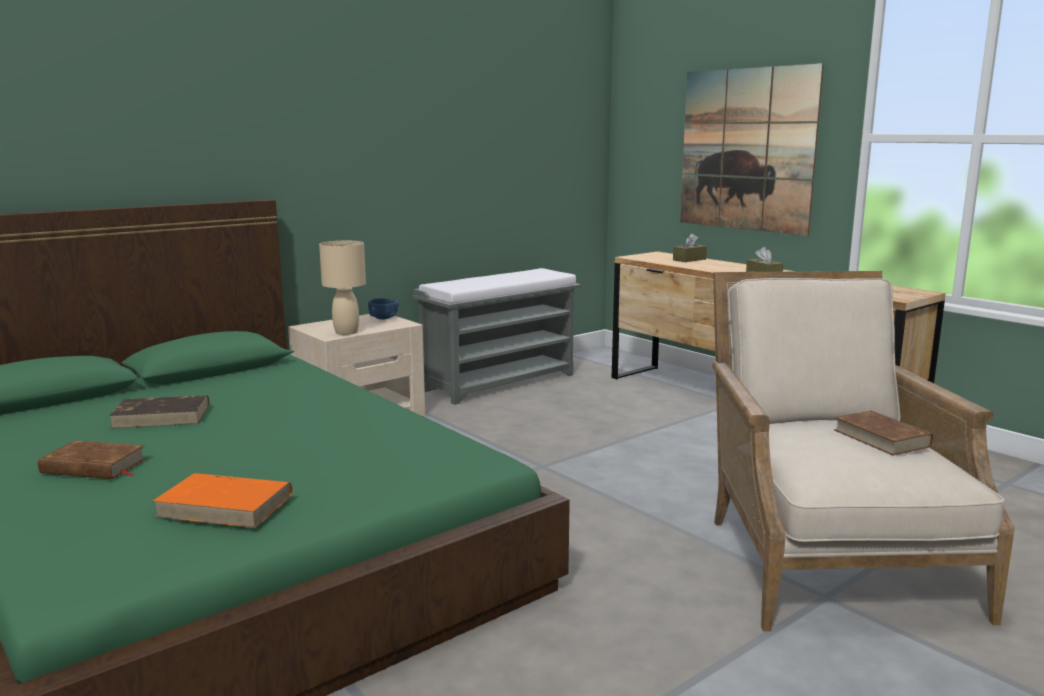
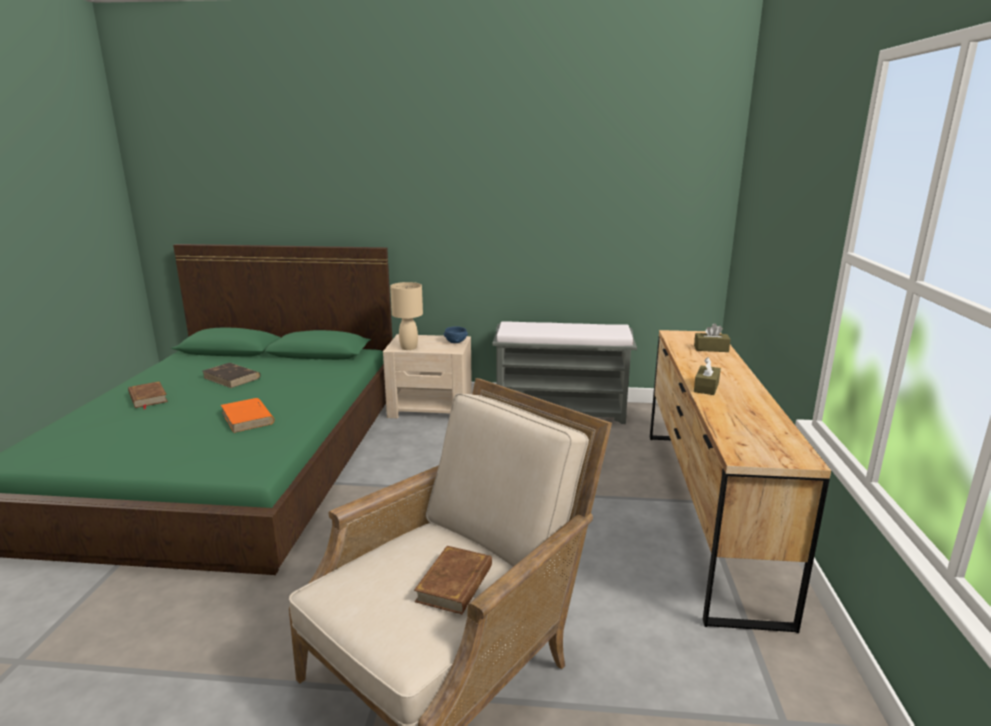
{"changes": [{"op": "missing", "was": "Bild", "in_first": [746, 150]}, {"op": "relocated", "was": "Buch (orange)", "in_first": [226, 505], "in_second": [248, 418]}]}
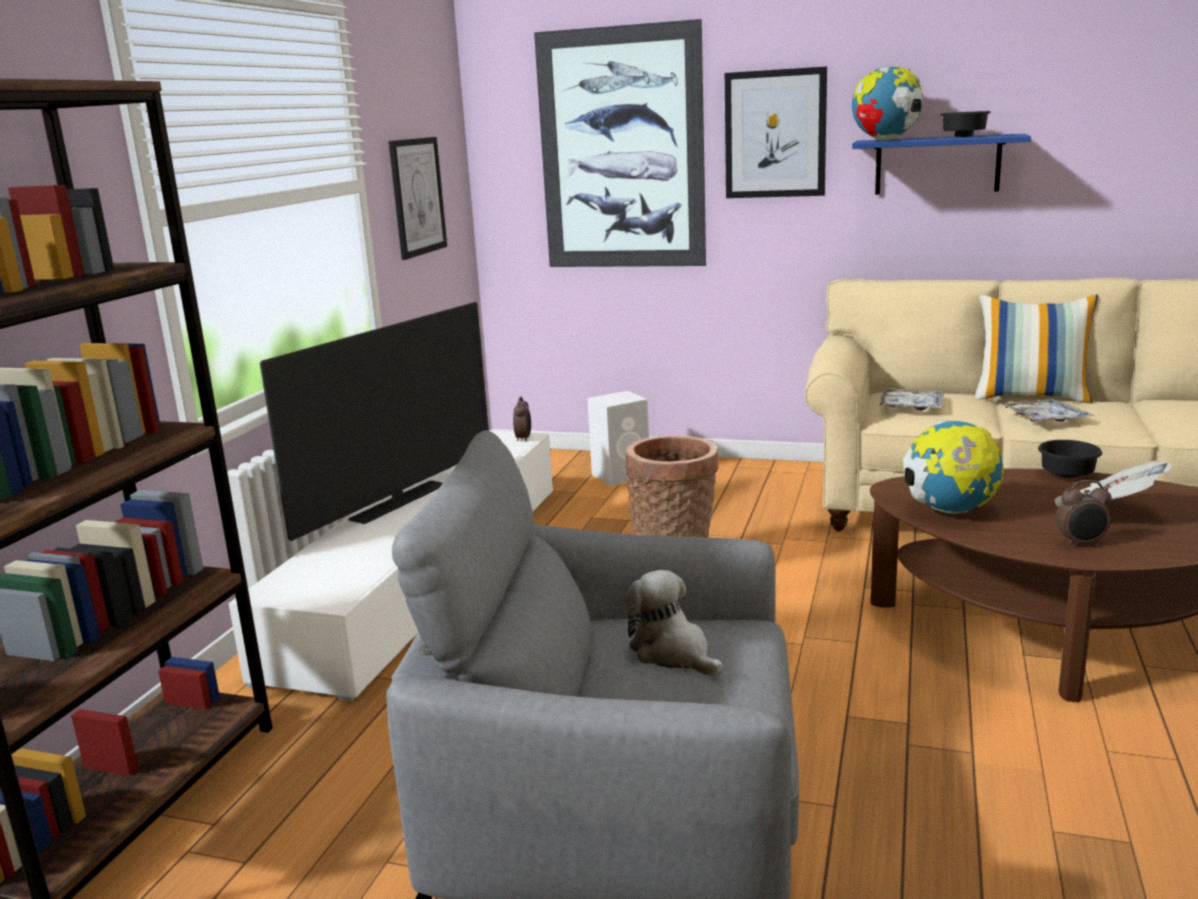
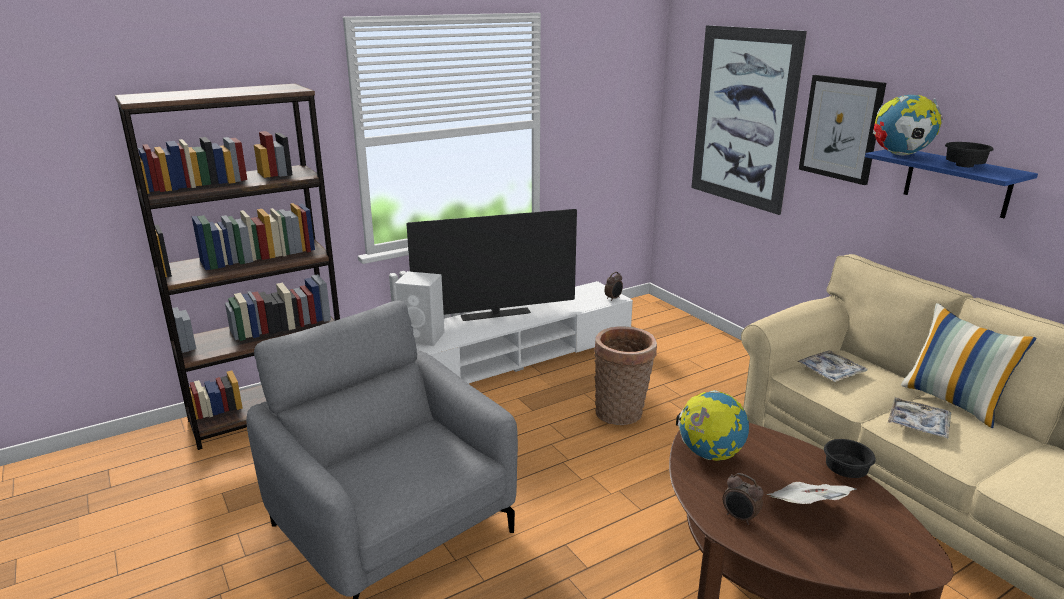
{"changes": [{"op": "missing", "was": "Bild", "in_first": [417, 196]}, {"op": "missing", "was": "Plüschtier", "in_first": [673, 653]}, {"op": "relocated", "was": "Lautsprecher (weiß)", "in_first": [622, 475], "in_second": [423, 337]}]}
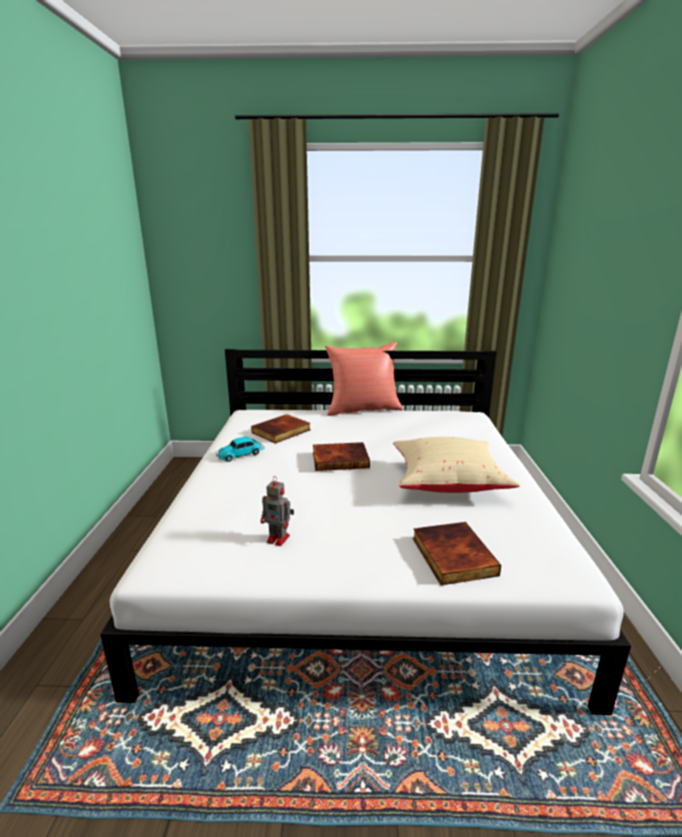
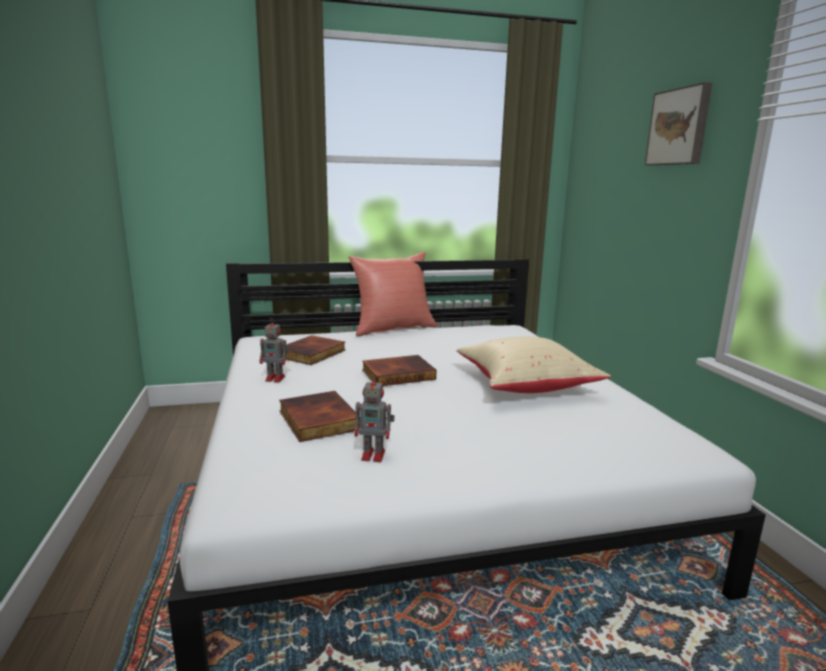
{"changes": [{"op": "appeared", "now": "Bild", "in_second": [679, 127]}, {"op": "relocated", "was": "Buch", "in_first": [451, 556], "in_second": [317, 420]}, {"op": "exchanged", "was": "Spielzeugauto", "now": "Spielzeugroboter", "in_first": [241, 454], "in_second": [276, 378]}]}
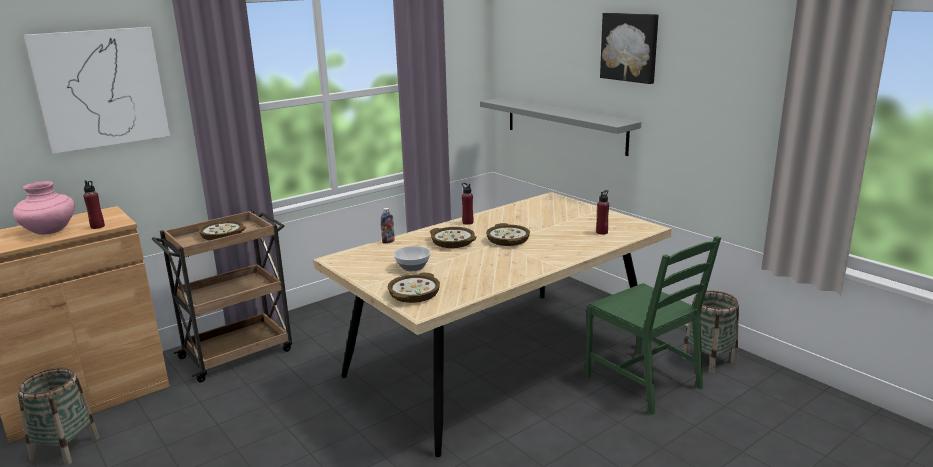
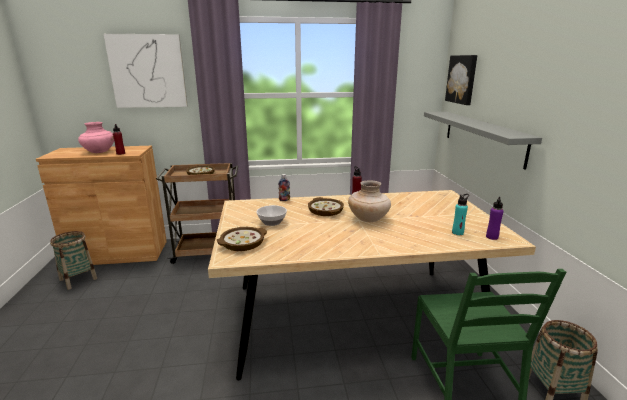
{"changes": [{"op": "appeared", "now": "Flasche (lila)", "in_second": [492, 237]}, {"op": "relocated", "was": "Bild", "in_first": [630, 47], "in_second": [462, 79]}, {"op": "exchanged", "was": "Schüssel", "now": "Vase (beige)", "in_first": [508, 239], "in_second": [368, 219]}, {"op": "colour", "was": "Flasche (rot)", "now": "Flasche (türkis)", "in_first": [602, 232], "in_second": [457, 233]}]}
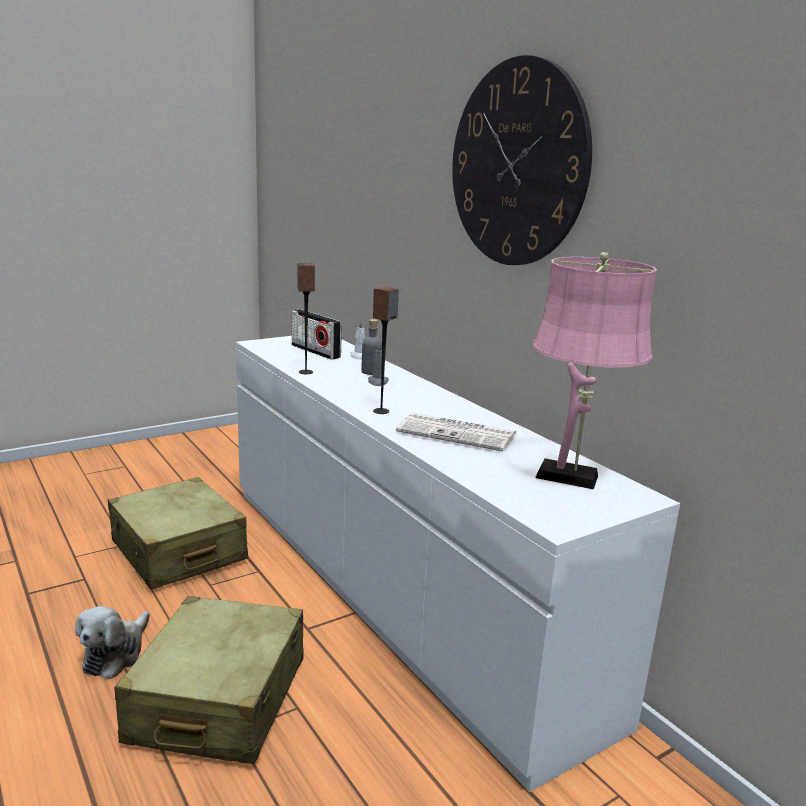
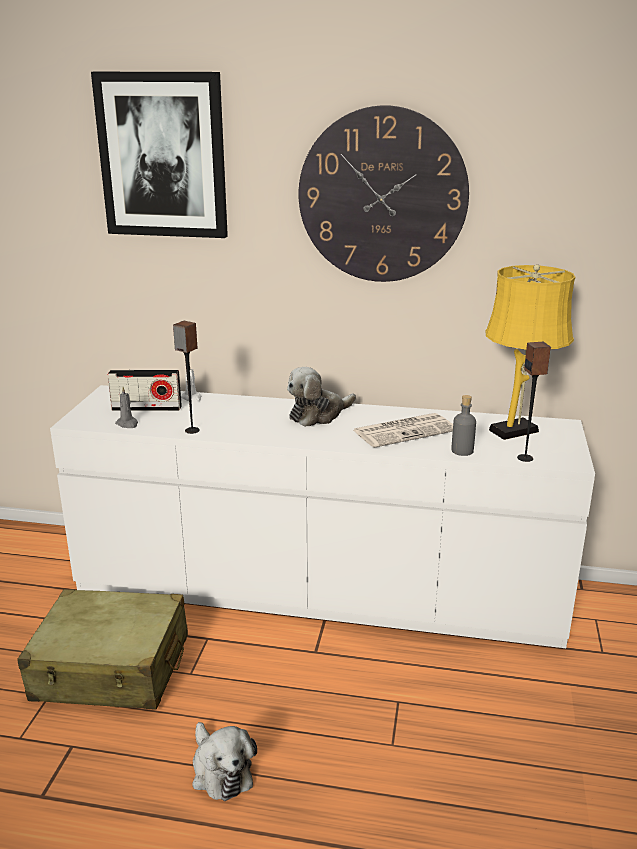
{"changes": [{"op": "missing", "was": "Koffer (beige)", "in_first": [218, 700]}, {"op": "appeared", "now": "Bild", "in_second": [163, 156]}, {"op": "appeared", "now": "Plüschtier", "in_second": [318, 415]}, {"op": "relocated", "was": "Flasche (grau)", "in_first": [371, 372], "in_second": [462, 451]}, {"op": "relocated", "was": "Kerze (grau)", "in_first": [378, 382], "in_second": [127, 424]}, {"op": "relocated", "was": "Lautsprecher", "in_first": [381, 411], "in_second": [525, 458]}, {"op": "colour", "was": "Tischlampe (rosa)", "now": "Tischlampe (gelb)", "in_first": [573, 478], "in_second": [517, 430]}]}
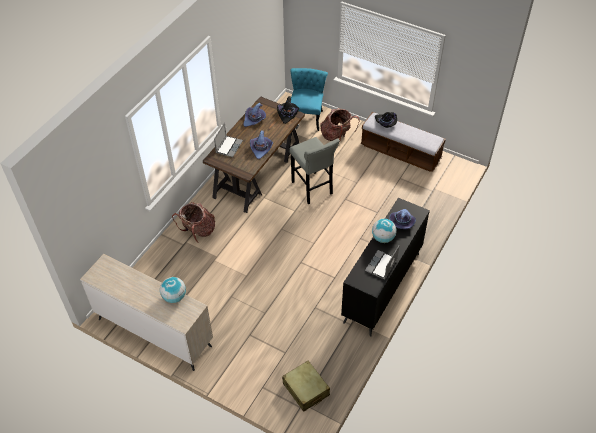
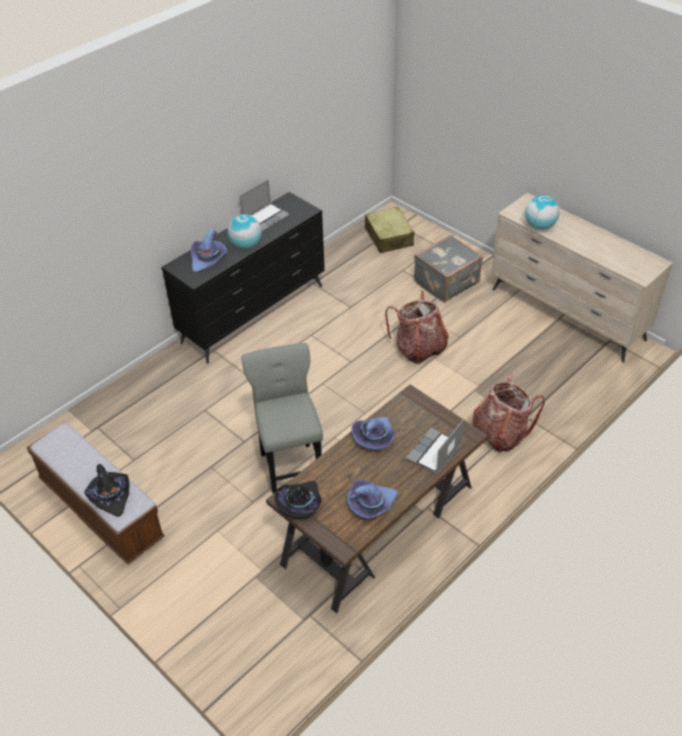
{"changes": [{"op": "missing", "was": "Stuhl (türkis)", "in_first": [306, 116]}, {"op": "appeared", "now": "Koffer (grau)", "in_second": [447, 283]}, {"op": "relocated", "was": "Rucksack", "in_first": [337, 136], "in_second": [418, 348]}]}
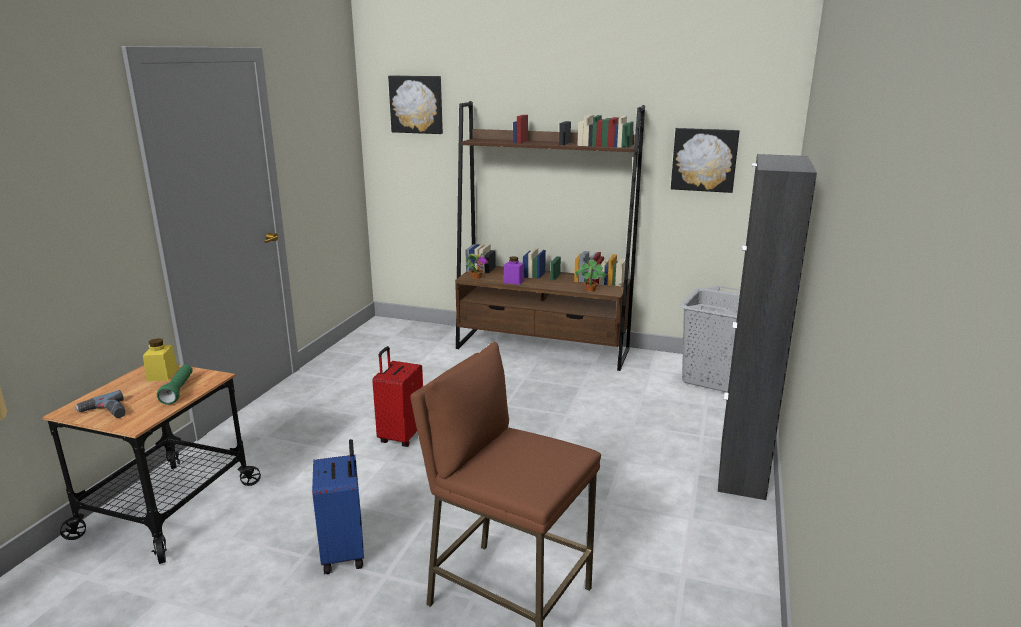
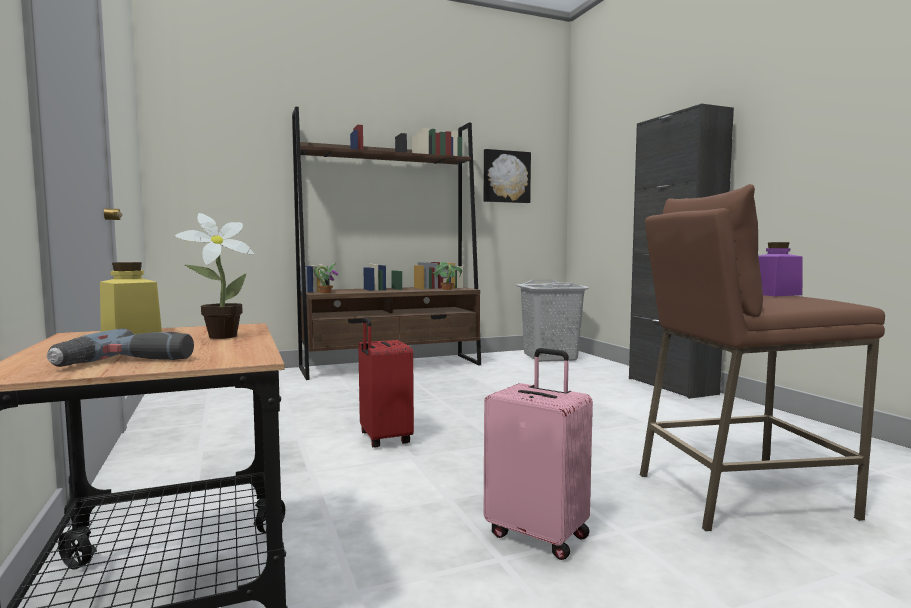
{"changes": [{"op": "missing", "was": "Bild", "in_first": [417, 104]}, {"op": "relocated", "was": "Vorratsglas (lila)", "in_first": [513, 281], "in_second": [775, 294]}, {"op": "exchanged", "was": "Taschenlampe (grün)", "now": "Topfpflanze", "in_first": [178, 391], "in_second": [217, 337]}, {"op": "colour", "was": "Koffer (blau)", "now": "Koffer (rosa)", "in_first": [345, 553], "in_second": [539, 534]}]}
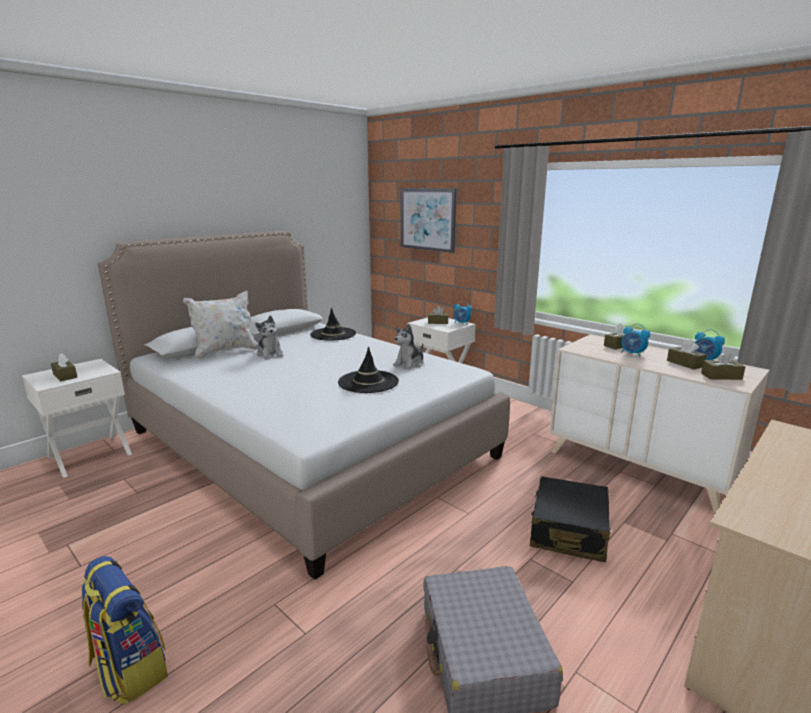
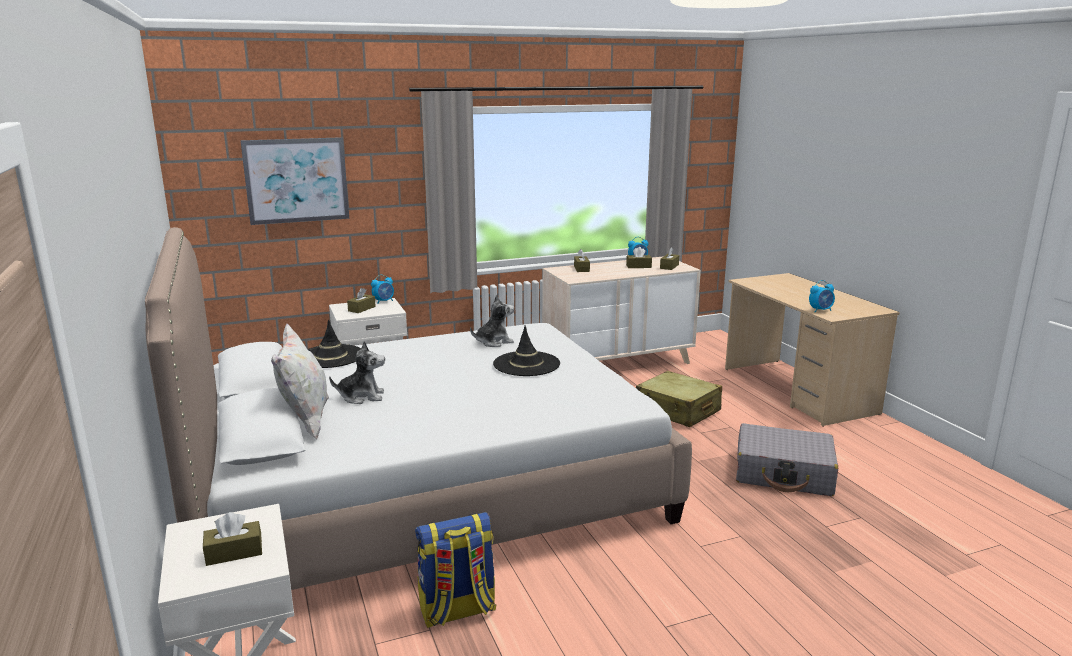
{"changes": [{"op": "relocated", "was": "Rucksack", "in_first": [129, 669], "in_second": [457, 611]}, {"op": "relocated", "was": "Wecker", "in_first": [632, 354], "in_second": [820, 310]}, {"op": "colour", "was": "Koffer (schwarz)", "now": "Koffer (beige)", "in_first": [568, 531], "in_second": [678, 411]}, {"op": "spun", "was": "Plüschtier", "in_first": [409, 364], "in_second": [493, 342], "clockwise": -90}]}
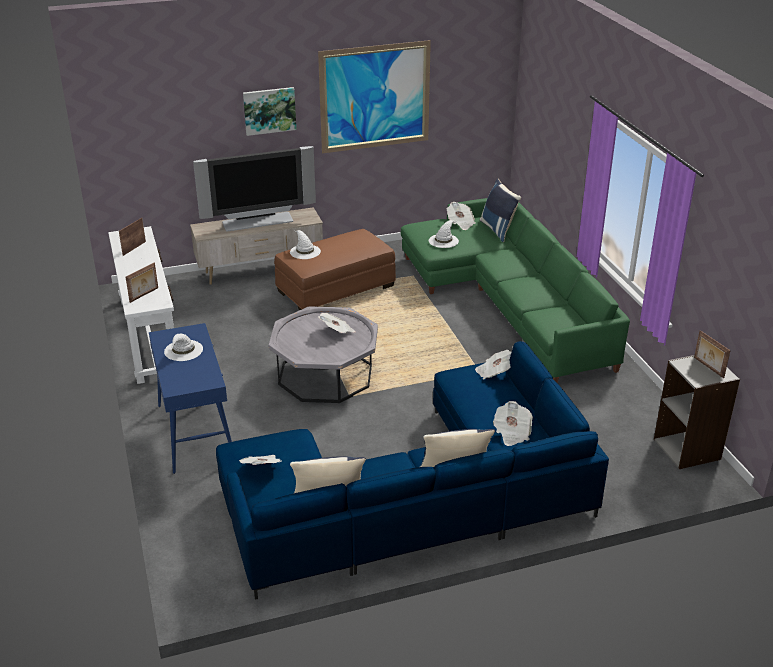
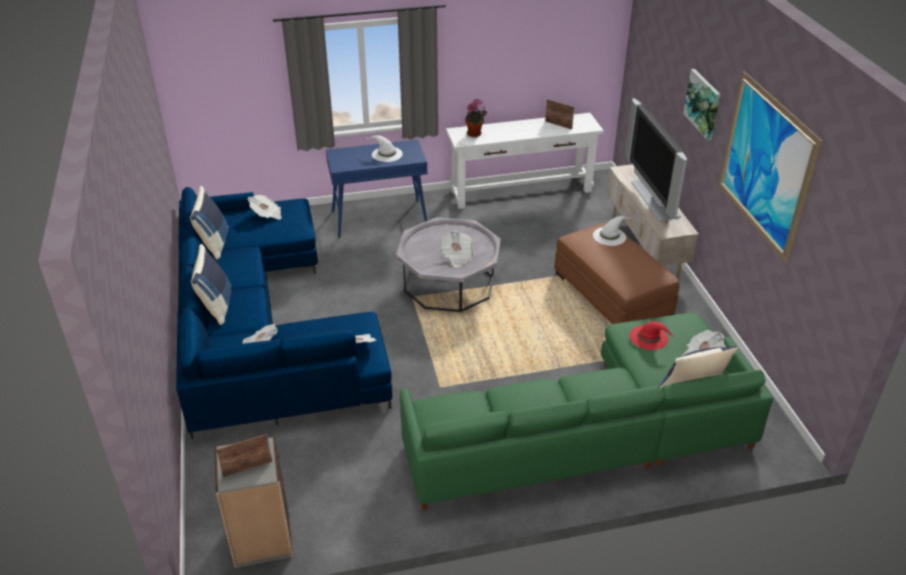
{"changes": [{"op": "exchanged", "was": "Bilderrahmen", "now": "Topfpflanze", "in_first": [144, 295], "in_second": [475, 134]}, {"op": "colour", "was": "Hut (weiß)", "now": "Hut (rot)", "in_first": [443, 240], "in_second": [649, 337]}]}
